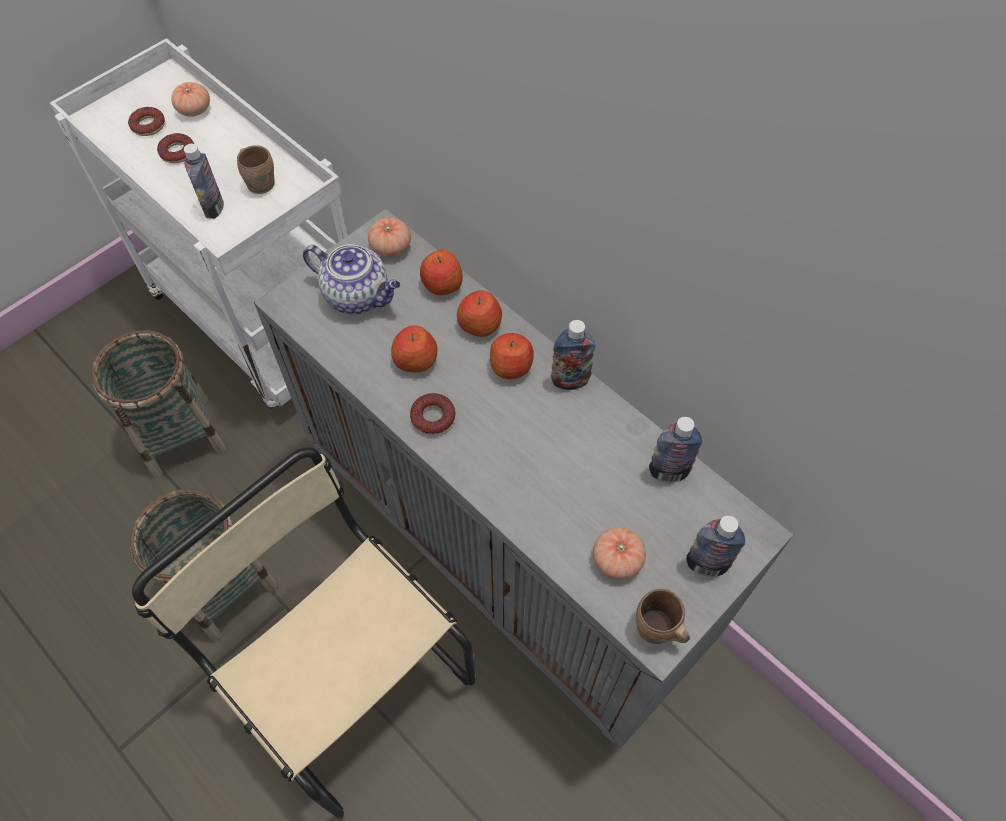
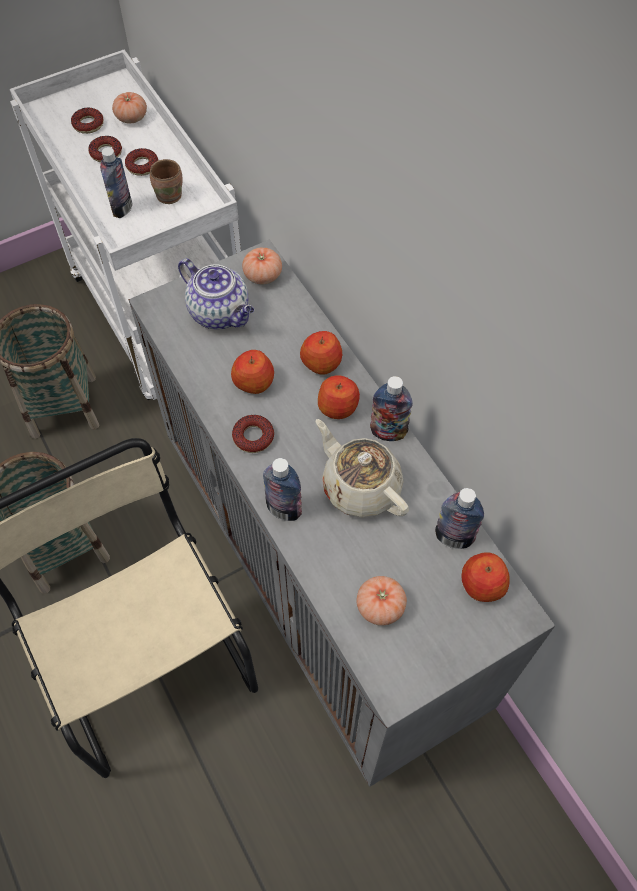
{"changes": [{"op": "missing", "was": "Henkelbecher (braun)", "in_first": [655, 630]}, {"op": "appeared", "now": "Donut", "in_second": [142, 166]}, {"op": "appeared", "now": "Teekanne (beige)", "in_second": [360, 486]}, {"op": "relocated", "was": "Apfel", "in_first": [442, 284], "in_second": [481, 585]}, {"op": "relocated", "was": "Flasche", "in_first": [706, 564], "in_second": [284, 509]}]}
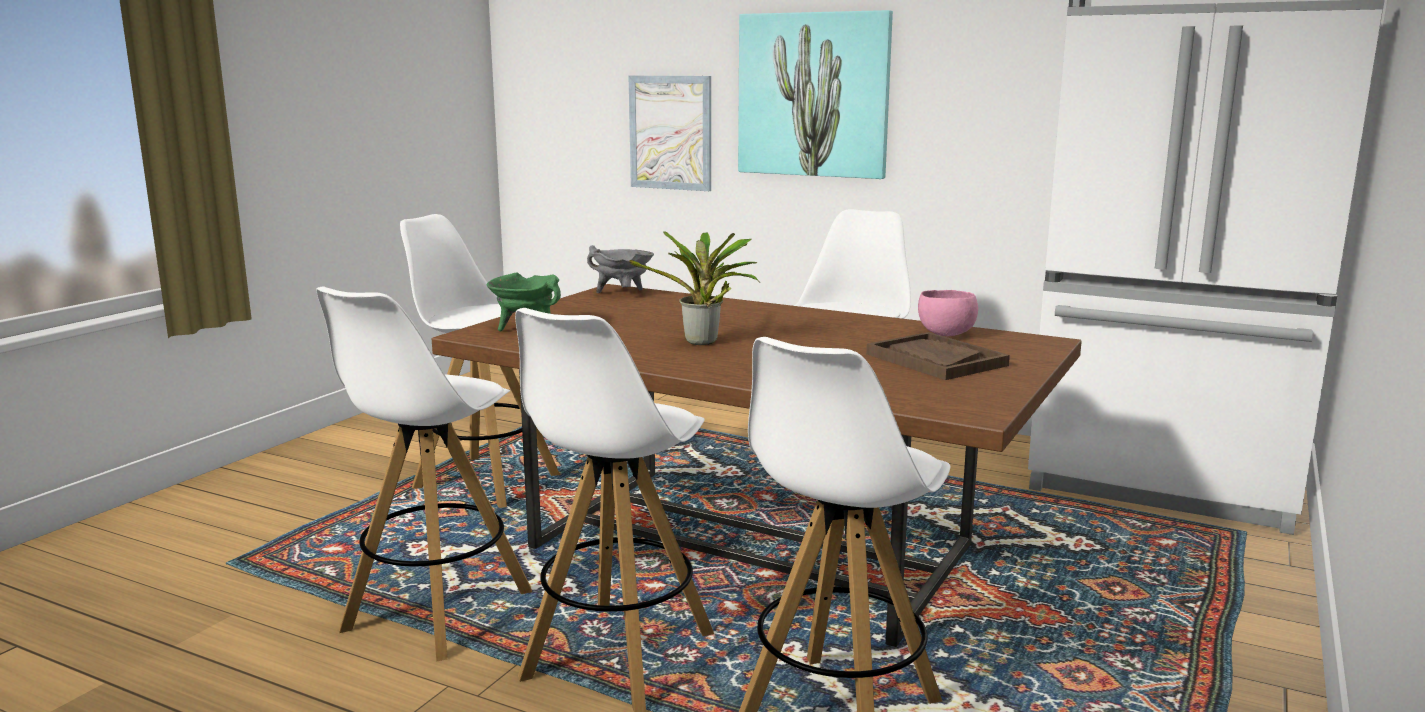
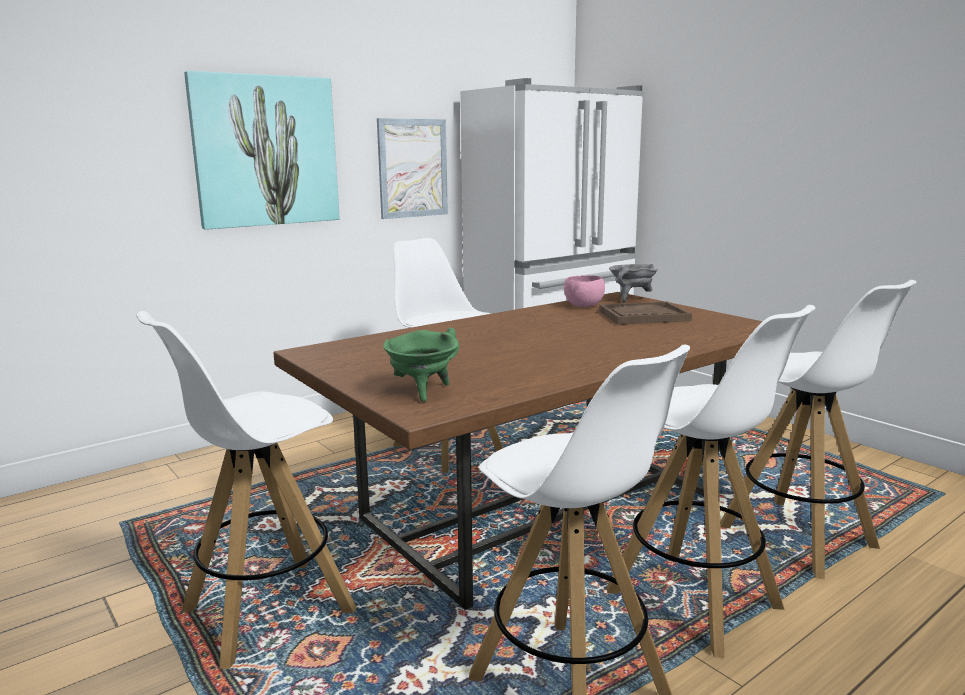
{"changes": [{"op": "missing", "was": "Topfpflanze", "in_first": [703, 343]}, {"op": "relocated", "was": "Kochtopf (grau)", "in_first": [622, 294], "in_second": [631, 299]}, {"op": "relocated", "was": "Bild", "in_first": [670, 133], "in_second": [413, 168]}]}
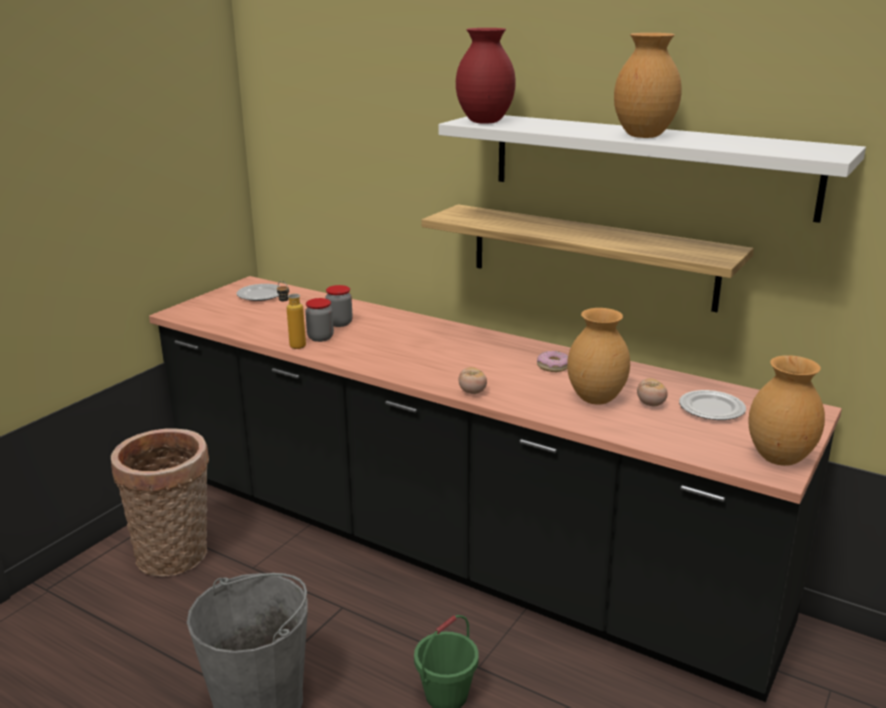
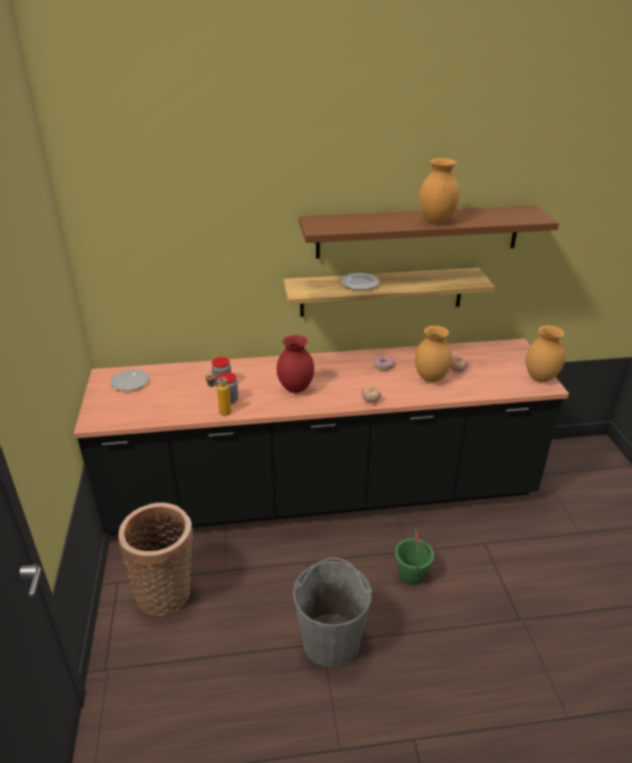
{"changes": [{"op": "relocated", "was": "Vase (rot)", "in_first": [484, 122], "in_second": [295, 389]}, {"op": "relocated", "was": "Teller", "in_first": [711, 408], "in_second": [359, 283]}, {"op": "colour", "was": "Wandregal (weiß)", "now": "Wandregal (braun)", "in_first": [648, 164], "in_second": [418, 232]}]}
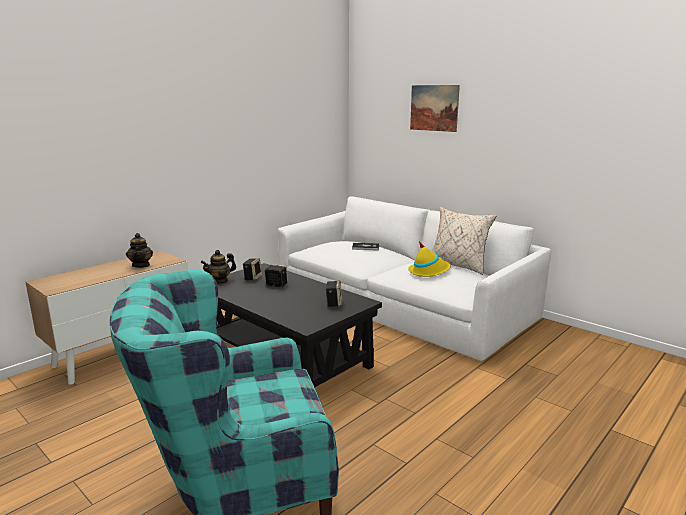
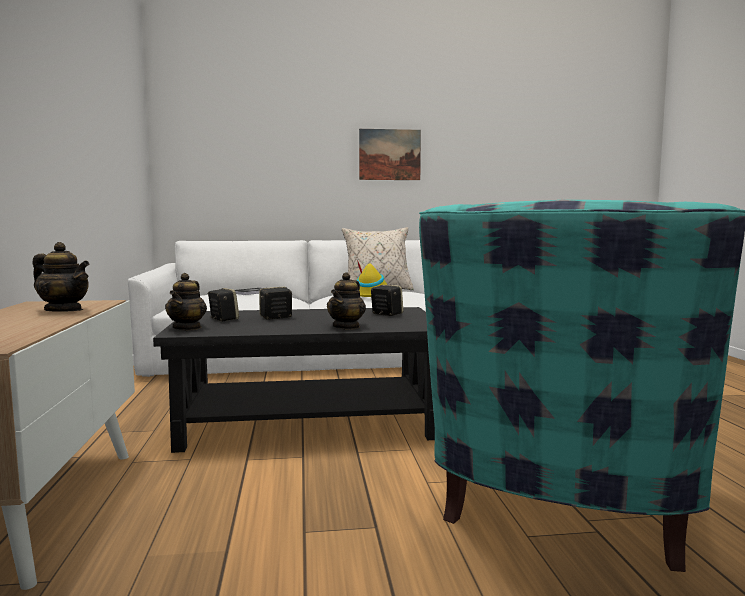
{"changes": [{"op": "appeared", "now": "Teekanne", "in_second": [346, 327]}, {"op": "relocated", "was": "Bild", "in_first": [434, 108], "in_second": [389, 154]}]}
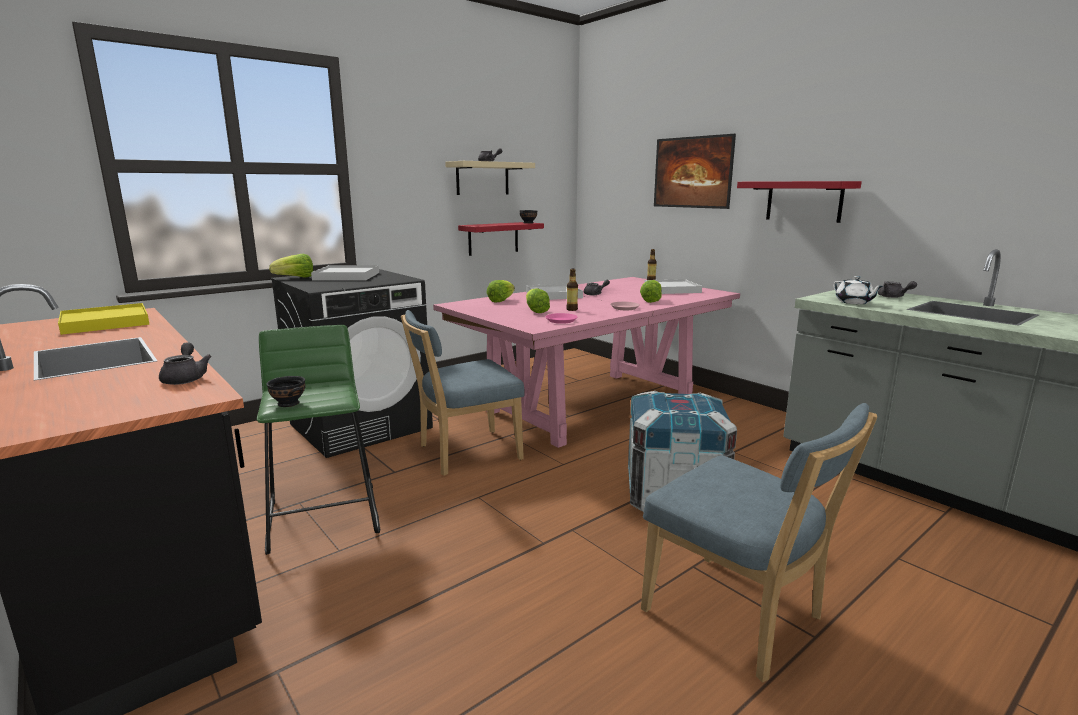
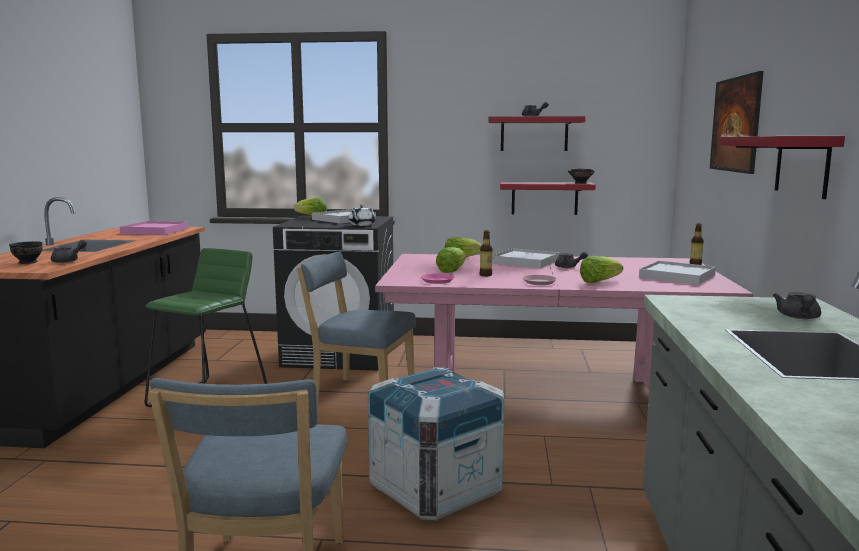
{"changes": [{"op": "relocated", "was": "Schüssel (schwarz)", "in_first": [289, 403], "in_second": [29, 262]}, {"op": "relocated", "was": "Teekanne (weiß)", "in_first": [854, 302], "in_second": [361, 225]}, {"op": "colour", "was": "Tablett (gelb)", "now": "Tablett (rosa)", "in_first": [106, 322], "in_second": [155, 231]}, {"op": "colour", "was": "Wandregal (beige)", "now": "Wandregal (rot)", "in_first": [482, 178], "in_second": [534, 134]}]}
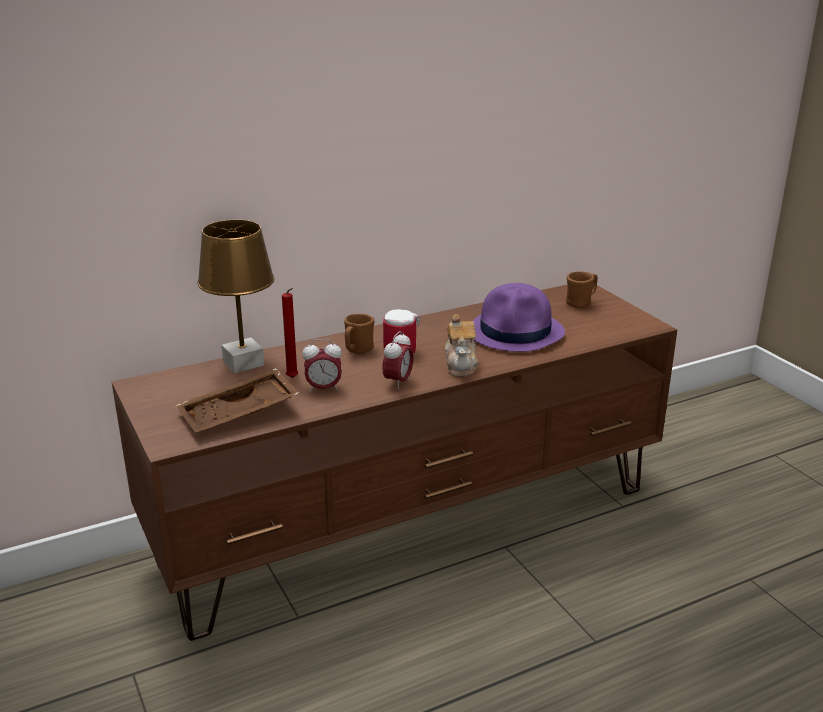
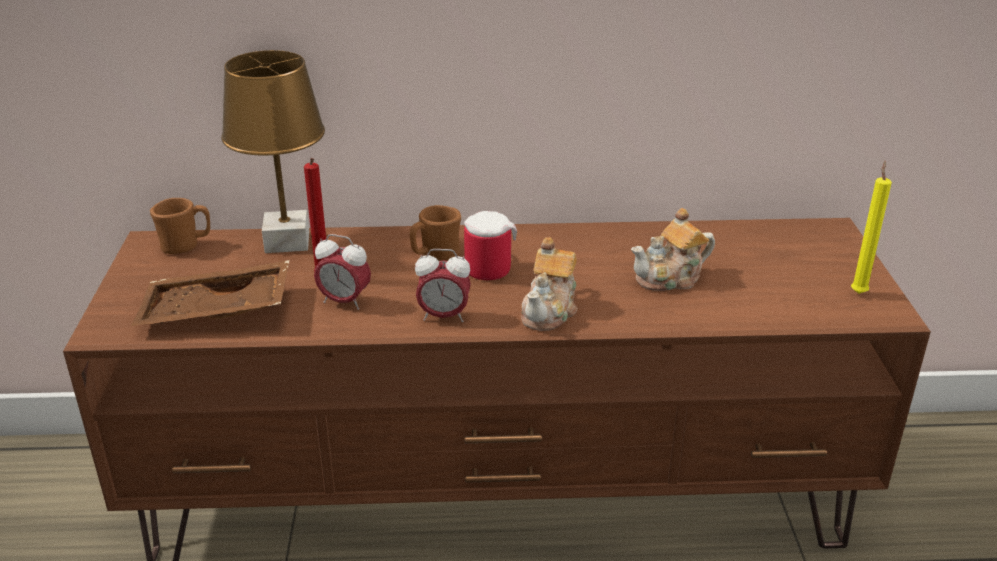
{"changes": [{"op": "appeared", "now": "Kerze (gelb)", "in_second": [858, 292]}, {"op": "relocated", "was": "Henkelbecher (braun)", "in_first": [581, 303], "in_second": [186, 246]}, {"op": "exchanged", "was": "Hut (lila)", "now": "Teekanne", "in_first": [516, 332], "in_second": [671, 278]}, {"op": "spun", "was": "Wecker", "in_first": [398, 382], "in_second": [444, 316], "clockwise": 45}]}
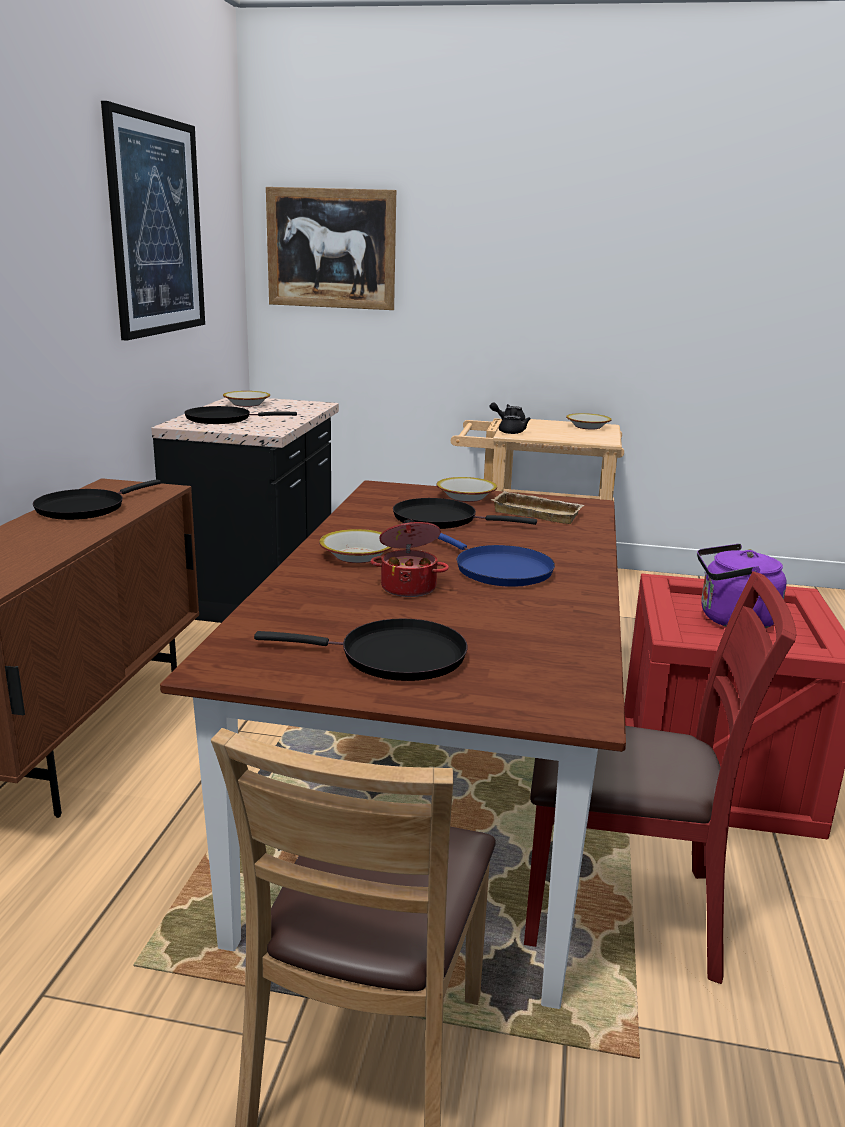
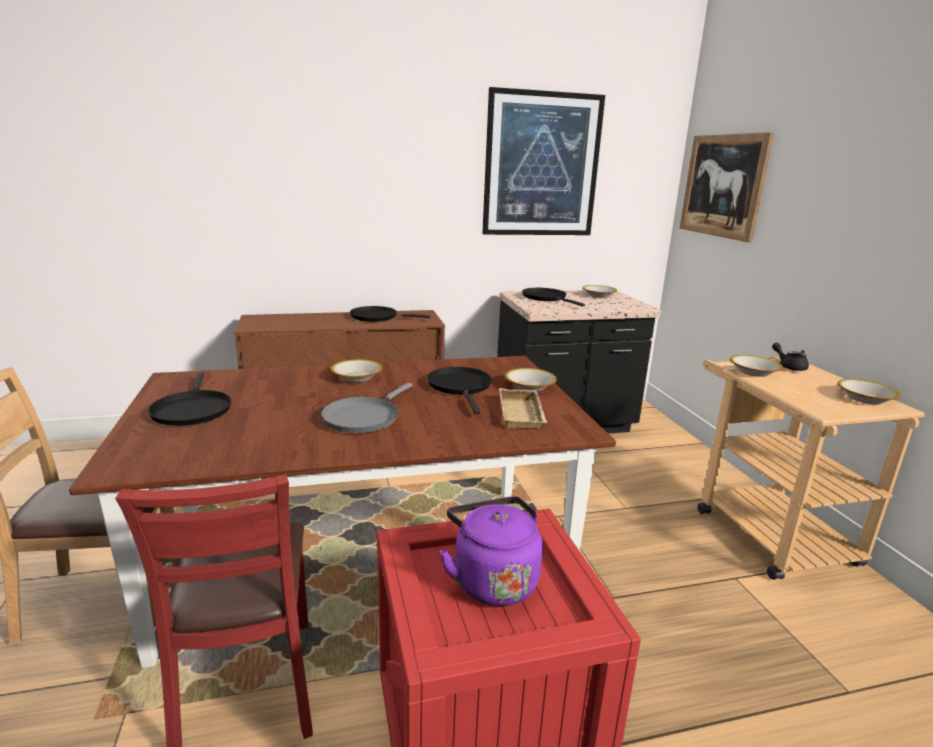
{"changes": [{"op": "missing", "was": "Kochtopf", "in_first": [409, 587]}, {"op": "exchanged", "was": "Teekanne (schwarz)", "now": "Schüssel", "in_first": [512, 431], "in_second": [753, 372]}, {"op": "colour", "was": "Pfanne (blau)", "now": "Pfanne (grau)", "in_first": [498, 570], "in_second": [363, 417]}]}
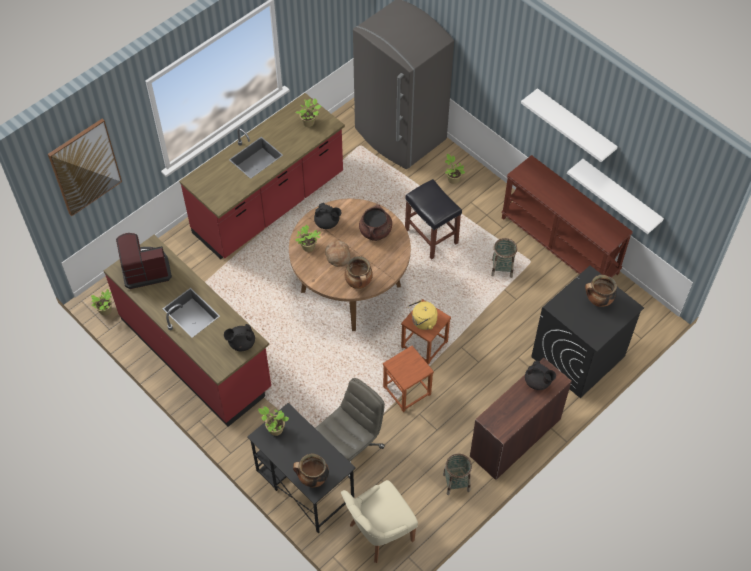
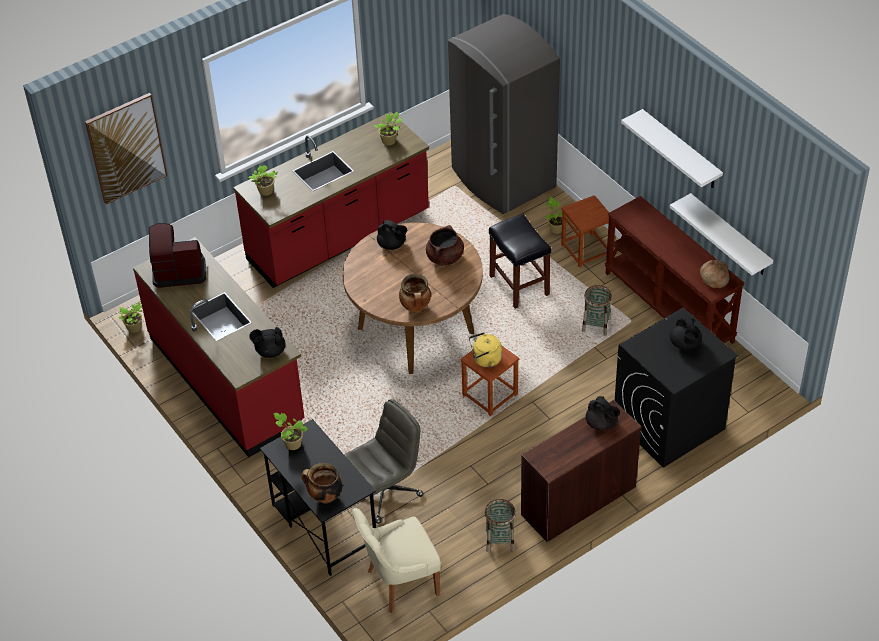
{"changes": [{"op": "relocated", "was": "Topfpflanze", "in_first": [308, 247], "in_second": [265, 192]}, {"op": "relocated", "was": "Brot", "in_first": [337, 256], "in_second": [714, 278]}, {"op": "relocated", "was": "Hocker (braun)", "in_first": [407, 390], "in_second": [586, 249]}, {"op": "exchanged", "was": "Kochtopf", "now": "Teekanne (schwarz)", "in_first": [598, 301], "in_second": [685, 344]}]}
